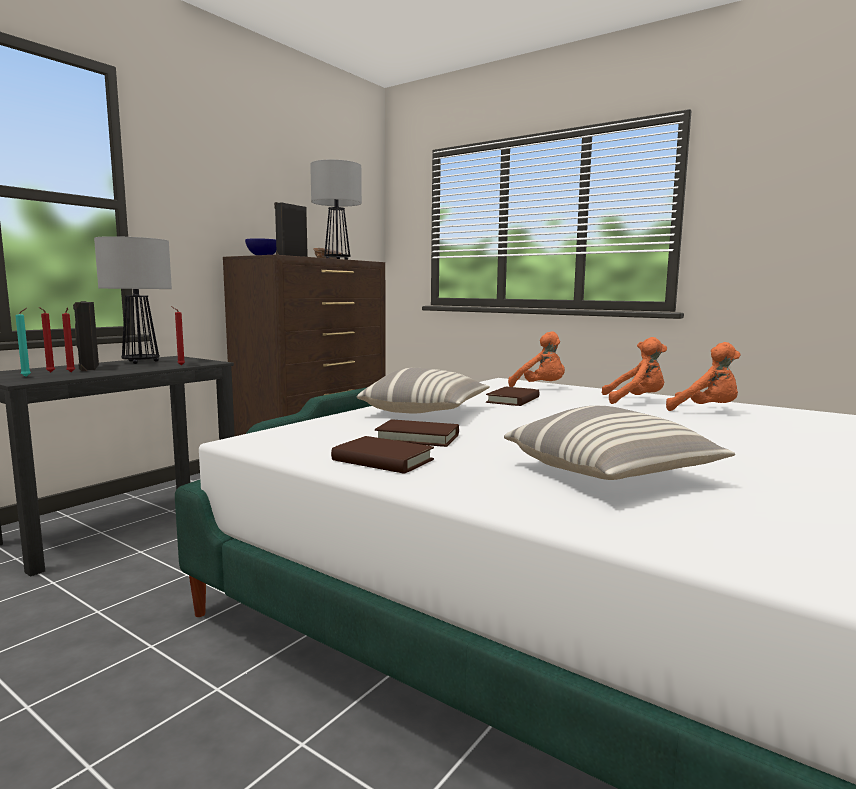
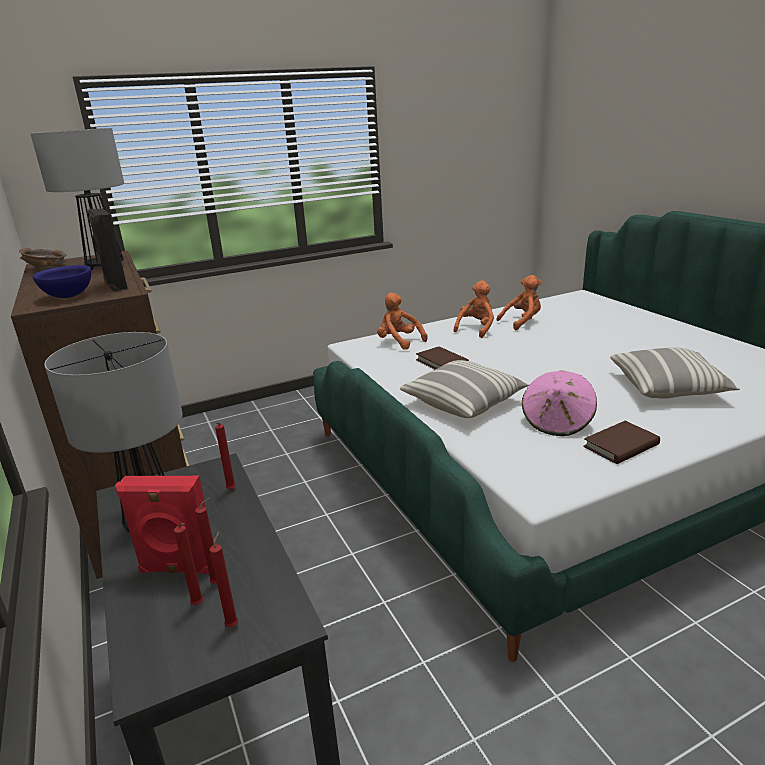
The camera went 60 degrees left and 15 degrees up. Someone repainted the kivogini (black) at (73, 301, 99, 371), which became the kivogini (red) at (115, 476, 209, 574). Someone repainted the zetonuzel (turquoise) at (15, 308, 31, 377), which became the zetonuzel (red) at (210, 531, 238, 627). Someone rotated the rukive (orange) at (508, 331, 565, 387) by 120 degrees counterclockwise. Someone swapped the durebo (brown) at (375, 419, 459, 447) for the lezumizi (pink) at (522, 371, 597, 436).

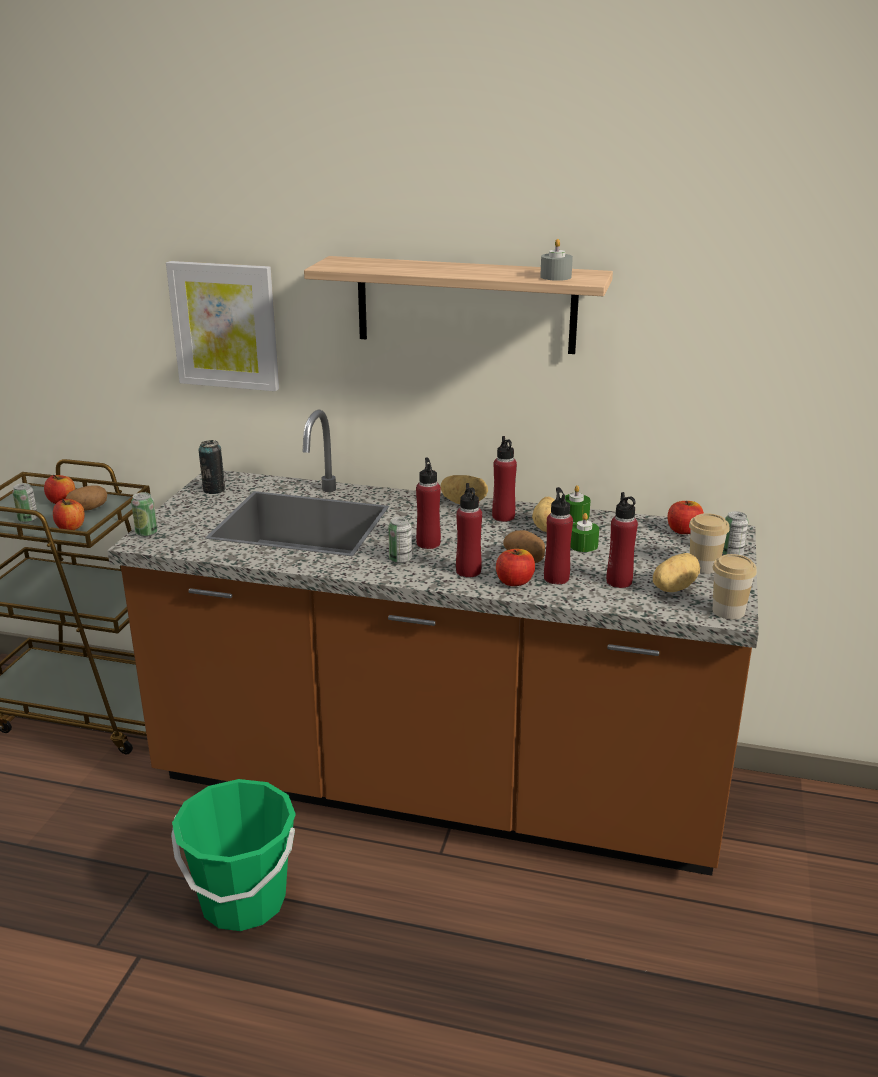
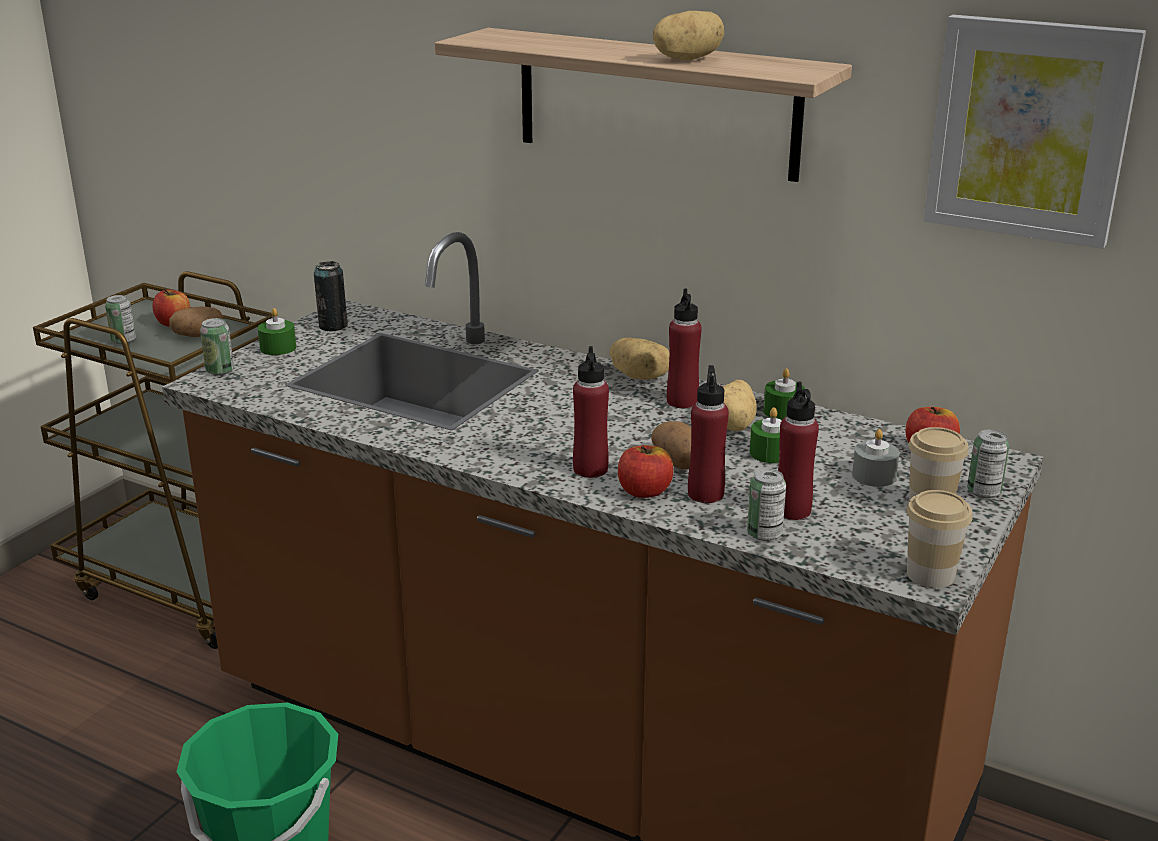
The camera went 15 degrees right and 0 degrees up. Someone put down the zetonuzel (green) at (258, 308, 296, 355). Someone carried the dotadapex from (653, 553, 700, 592) to (653, 11, 724, 61). Someone carried the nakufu from (388, 517, 412, 564) to (747, 469, 786, 541). Someone carried the zetonuzel (grey) from (540, 239, 573, 281) to (852, 429, 899, 487). Someone carried the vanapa from (166, 261, 279, 391) to (923, 15, 1146, 249). Someone took away the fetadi at (53, 499, 85, 530). Someone took away the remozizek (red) at (416, 457, 441, 549).

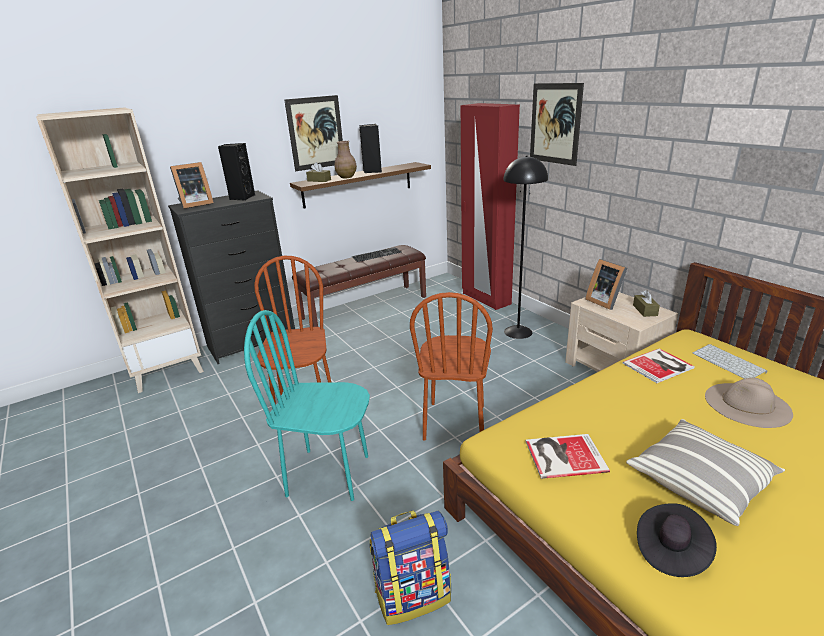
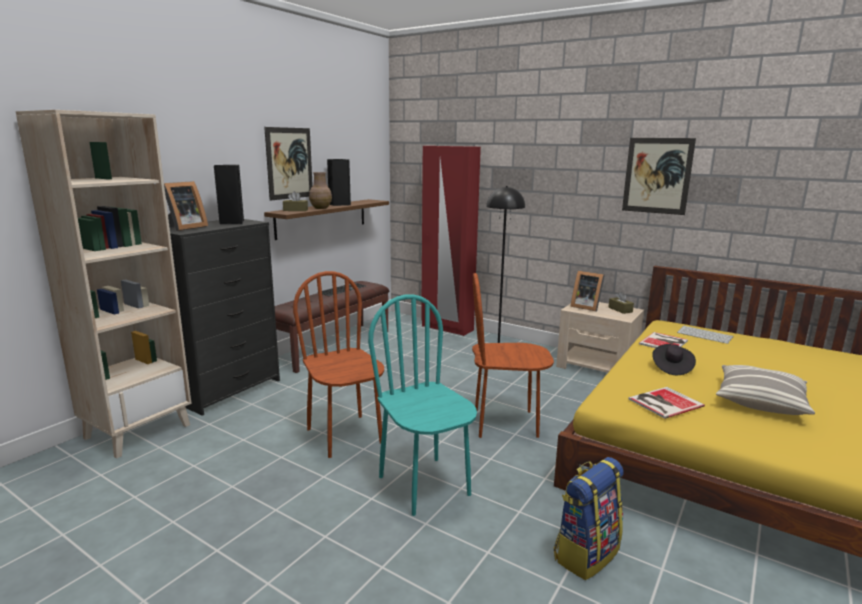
The camera went 25 degrees left and 10 degrees down. Someone rotated the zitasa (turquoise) at (244, 310, 370, 501) by 75 degrees clockwise. Someone rotated the zitasa (brown) at (410, 292, 493, 440) by 105 degrees clockwise. Someone carried the vanapa from (530, 83, 584, 166) to (622, 138, 696, 215). Someone carried the lezumizi (black) from (637, 503, 717, 577) to (652, 344, 696, 375). Someone took away the lezumizi (beige) at (705, 378, 793, 428).

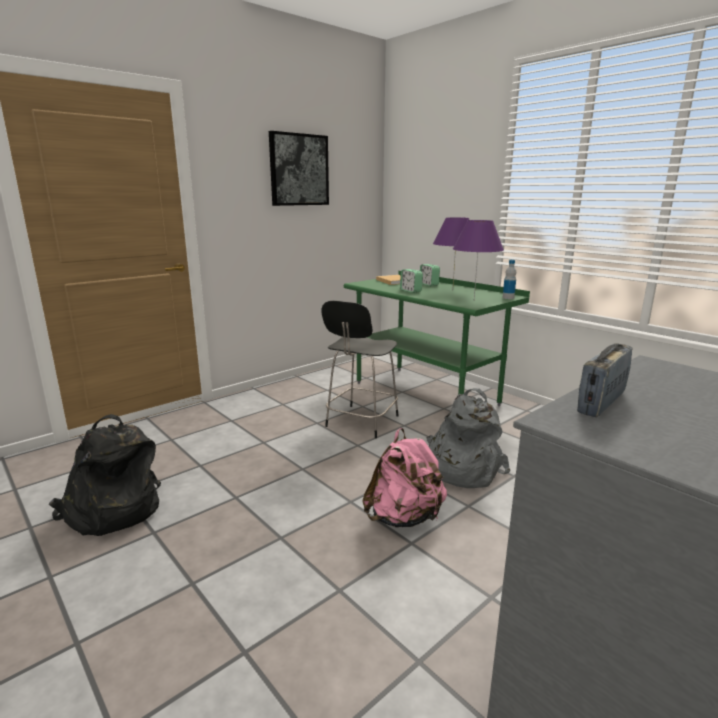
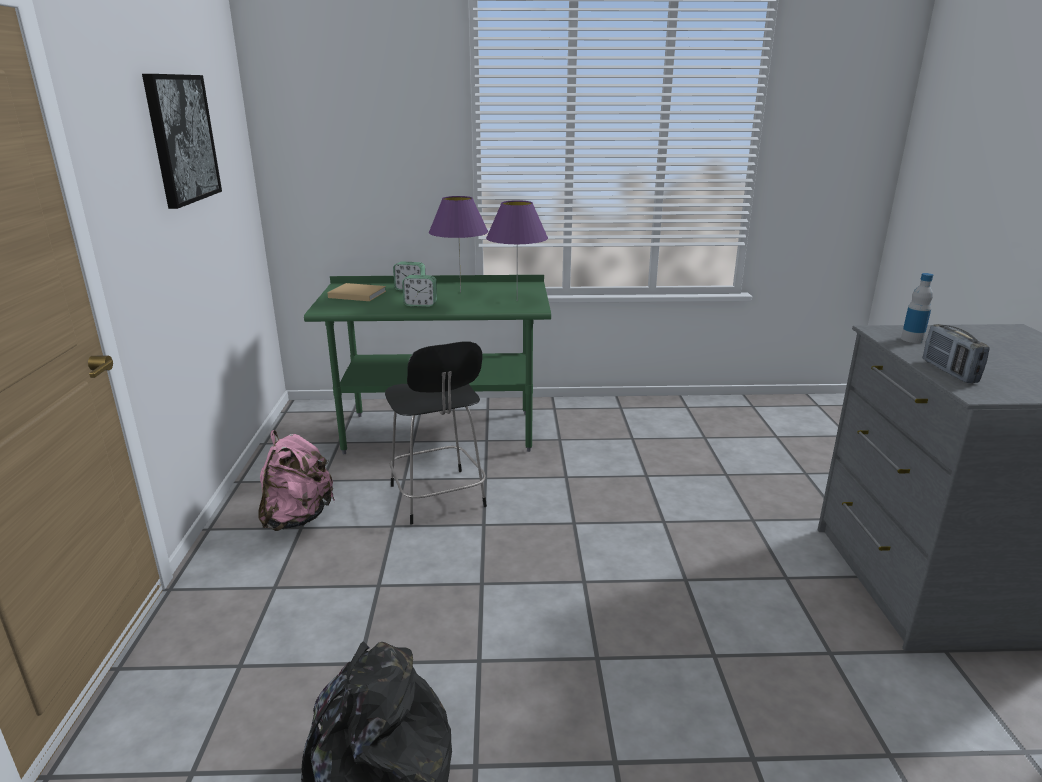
The camera went 50 degrees left and 5 degrees up. Someone carried the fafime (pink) from (362, 428, 447, 528) to (258, 430, 335, 531). Someone carried the remozizek from (503, 260, 516, 299) to (901, 273, 933, 343). Someone took away the fafime (grey) at (426, 388, 510, 488).

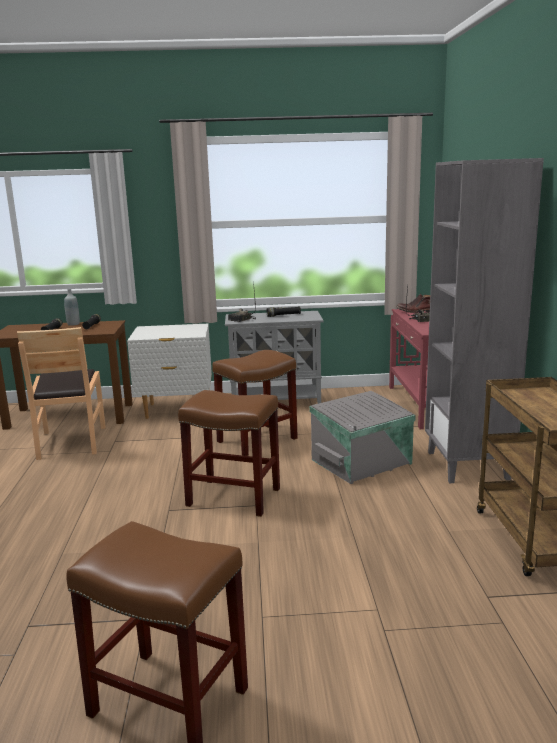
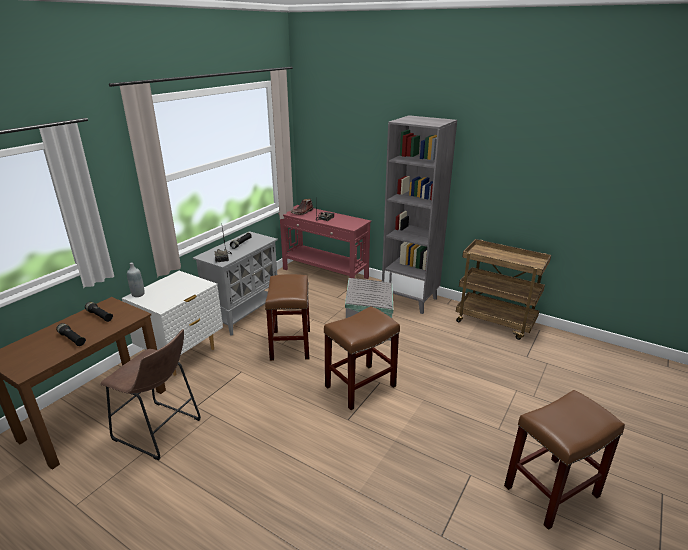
The camera went 55 degrees left and 10 degrees up. Someone swapped the zitasa (brown) at (17, 327, 106, 460) for the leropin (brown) at (100, 329, 201, 461). Someone carried the remozizek (grey) from (64, 289, 80, 326) to (127, 262, 145, 297).

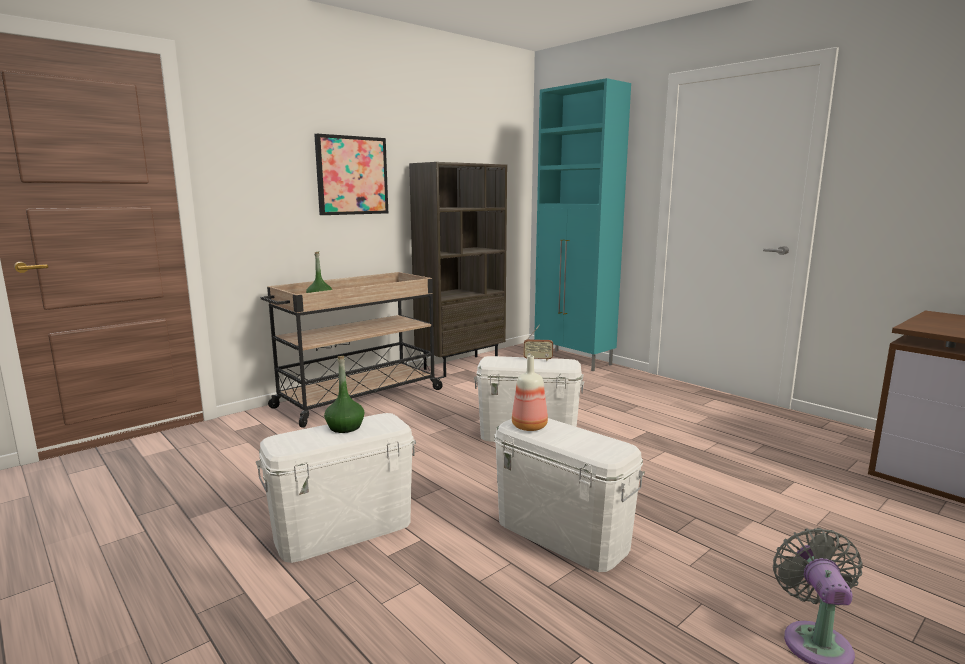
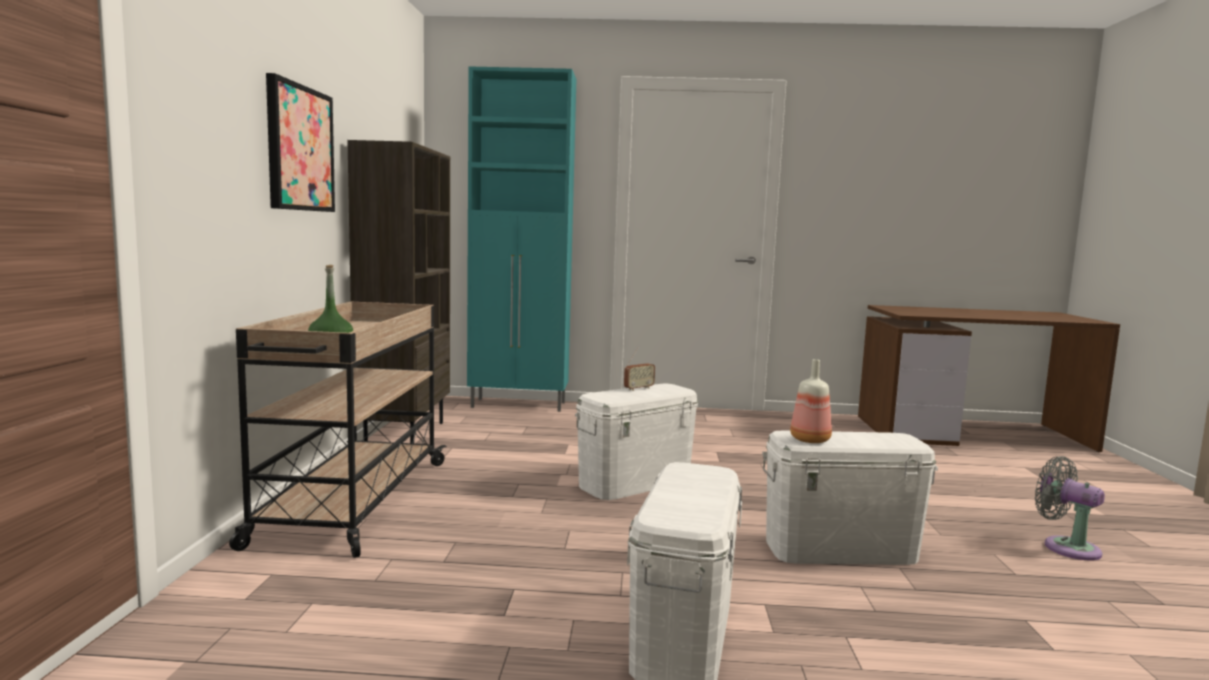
The camera went 45 degrees left and 5 degrees down. Someone took away the remozizek (green) at (324, 356, 364, 433).

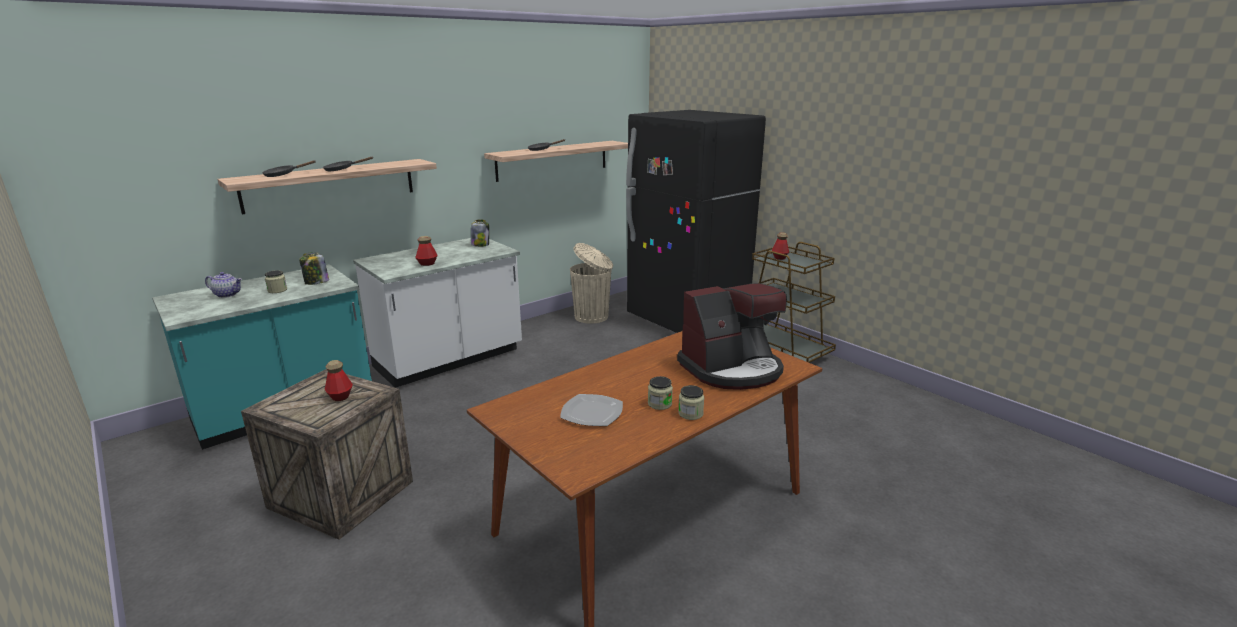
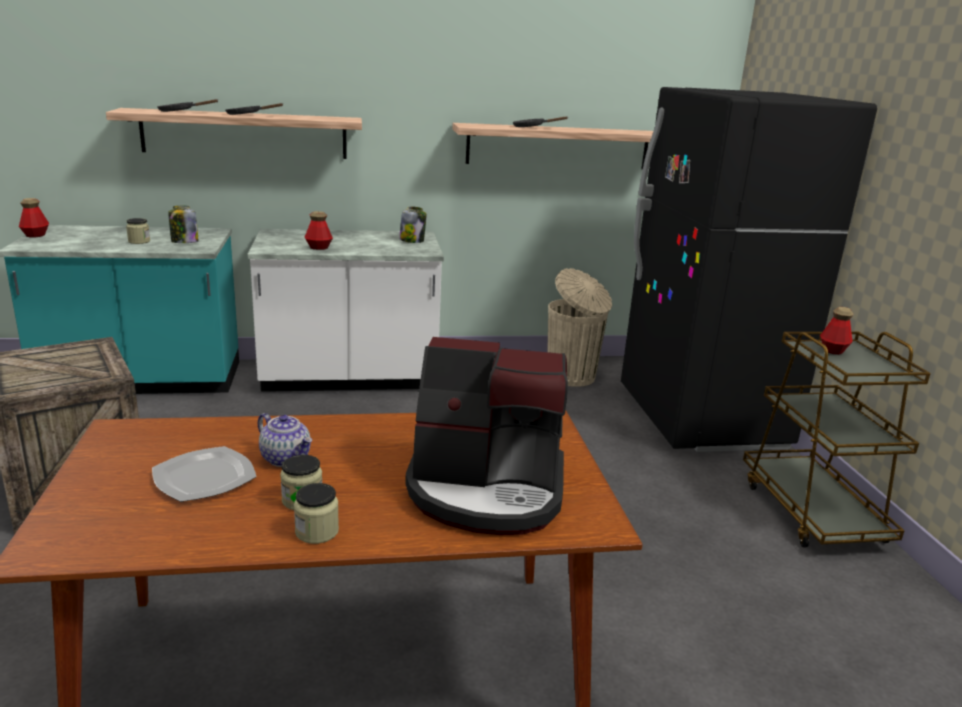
The camera went 30 degrees right and 0 degrees up. Someone carried the remozizek from (325, 360, 353, 401) to (19, 198, 49, 238). Someone carried the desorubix from (205, 272, 242, 298) to (258, 413, 312, 467).

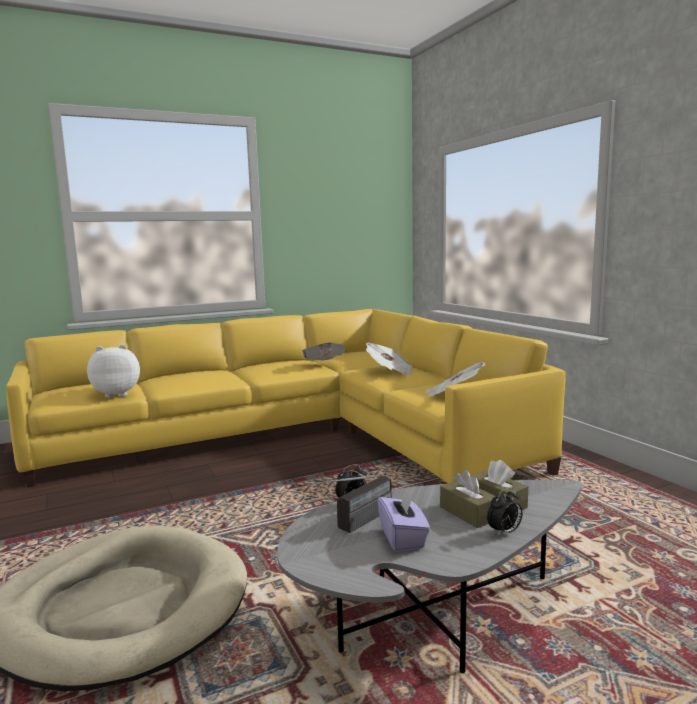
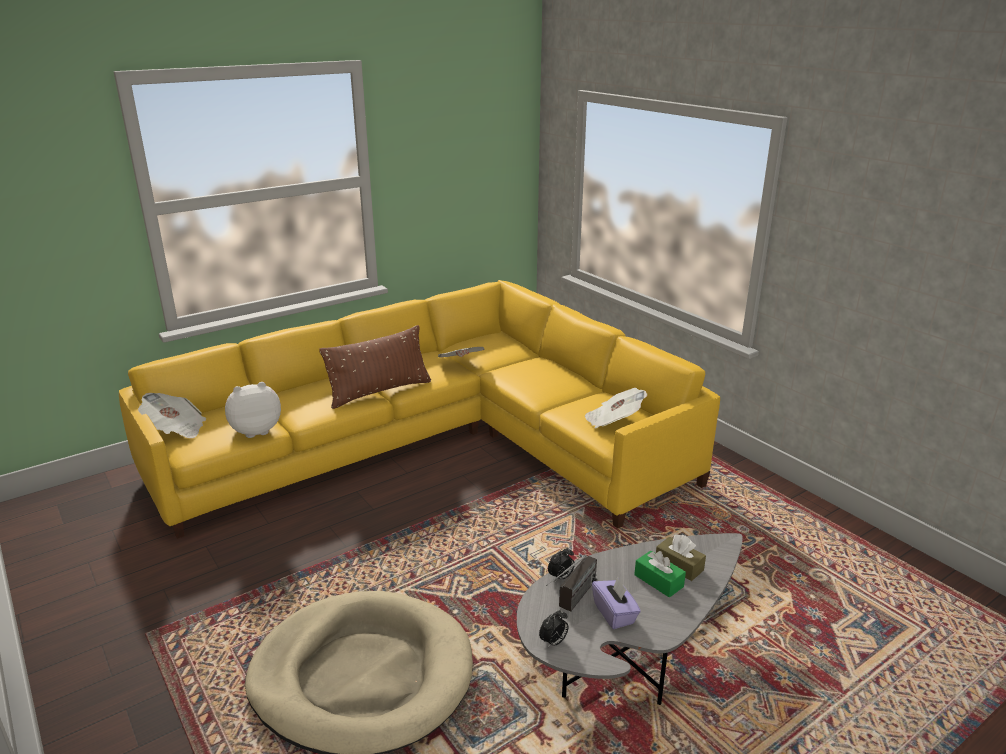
The camera went 10 degrees left and 15 degrees up. Someone carried the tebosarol from (366, 343, 413, 376) to (138, 393, 206, 438). Someone put down the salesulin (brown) at (319, 325, 431, 409). Someone carried the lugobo from (487, 487, 522, 536) to (539, 609, 569, 648). Someone repainted the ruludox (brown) at (440, 470, 496, 528), which became the ruludox (green) at (634, 550, 686, 598).

